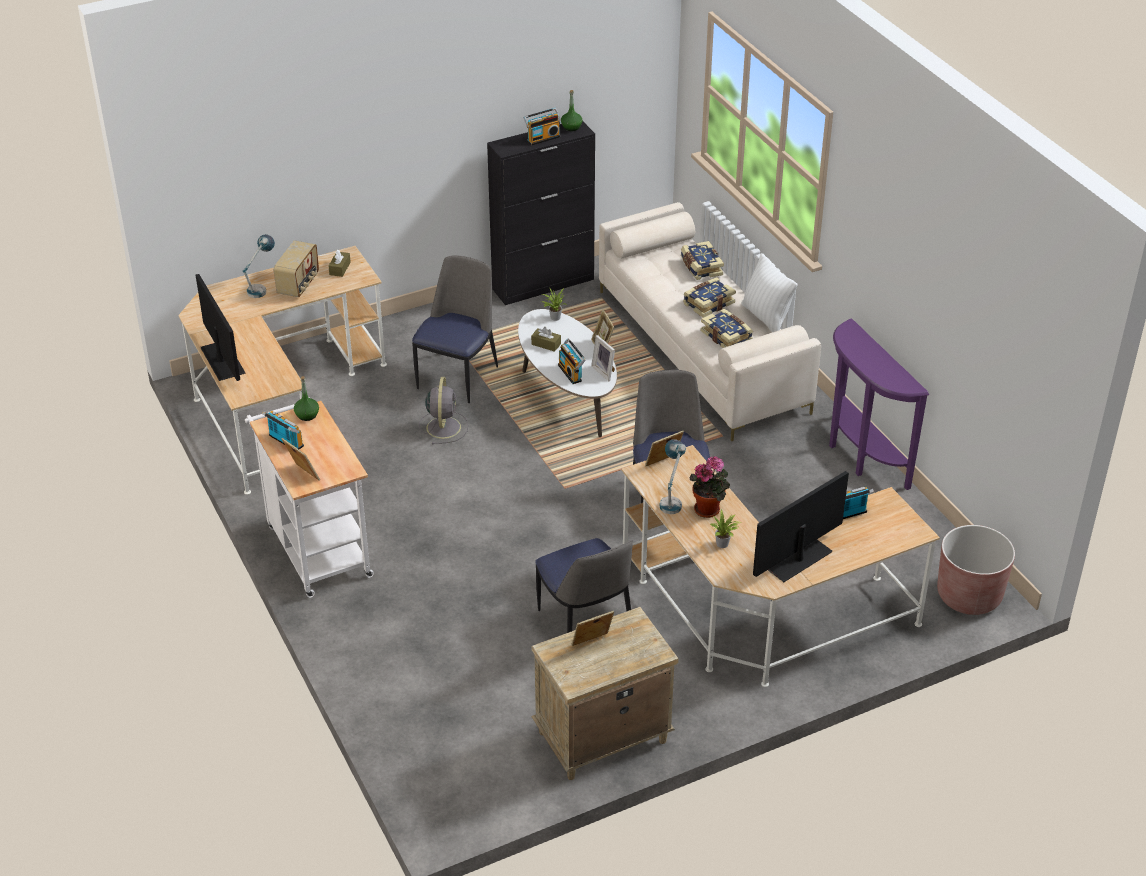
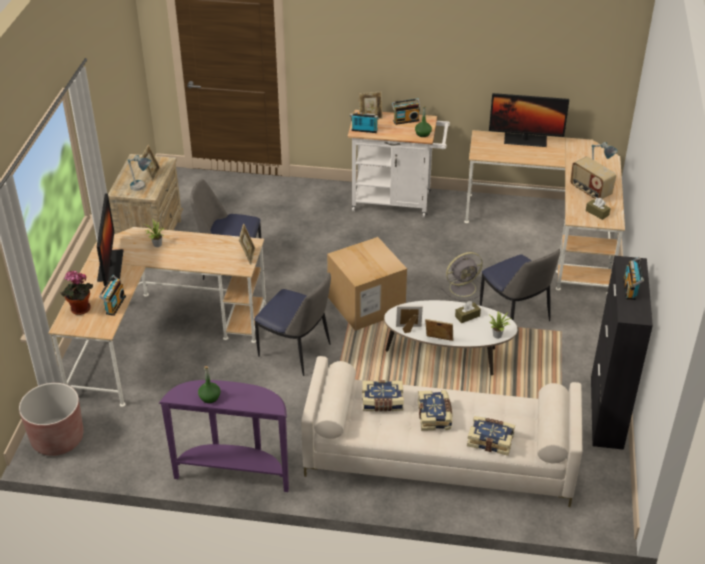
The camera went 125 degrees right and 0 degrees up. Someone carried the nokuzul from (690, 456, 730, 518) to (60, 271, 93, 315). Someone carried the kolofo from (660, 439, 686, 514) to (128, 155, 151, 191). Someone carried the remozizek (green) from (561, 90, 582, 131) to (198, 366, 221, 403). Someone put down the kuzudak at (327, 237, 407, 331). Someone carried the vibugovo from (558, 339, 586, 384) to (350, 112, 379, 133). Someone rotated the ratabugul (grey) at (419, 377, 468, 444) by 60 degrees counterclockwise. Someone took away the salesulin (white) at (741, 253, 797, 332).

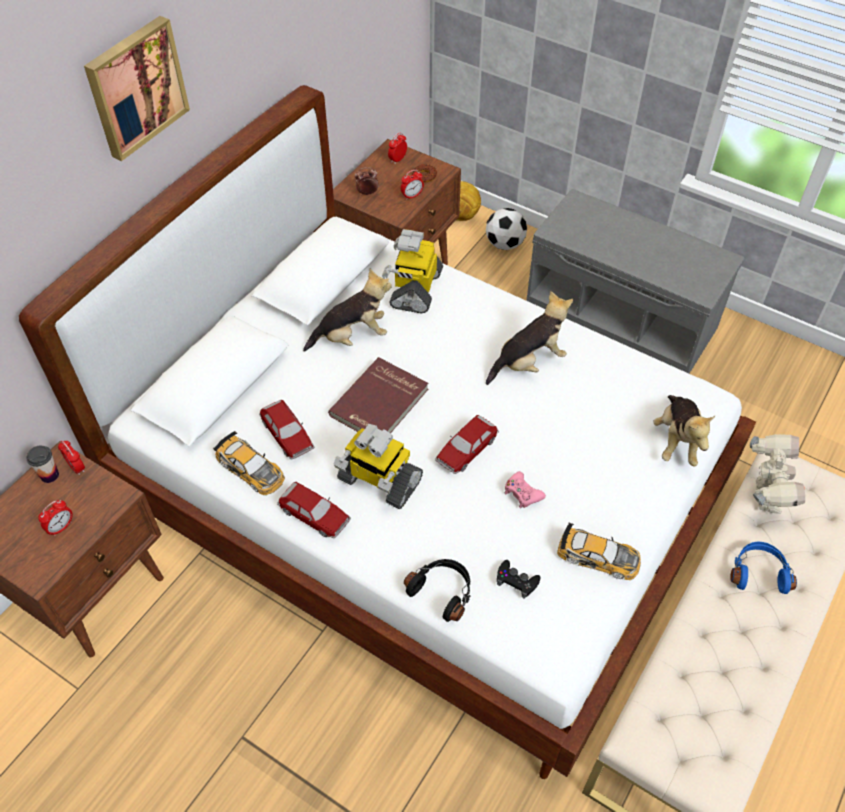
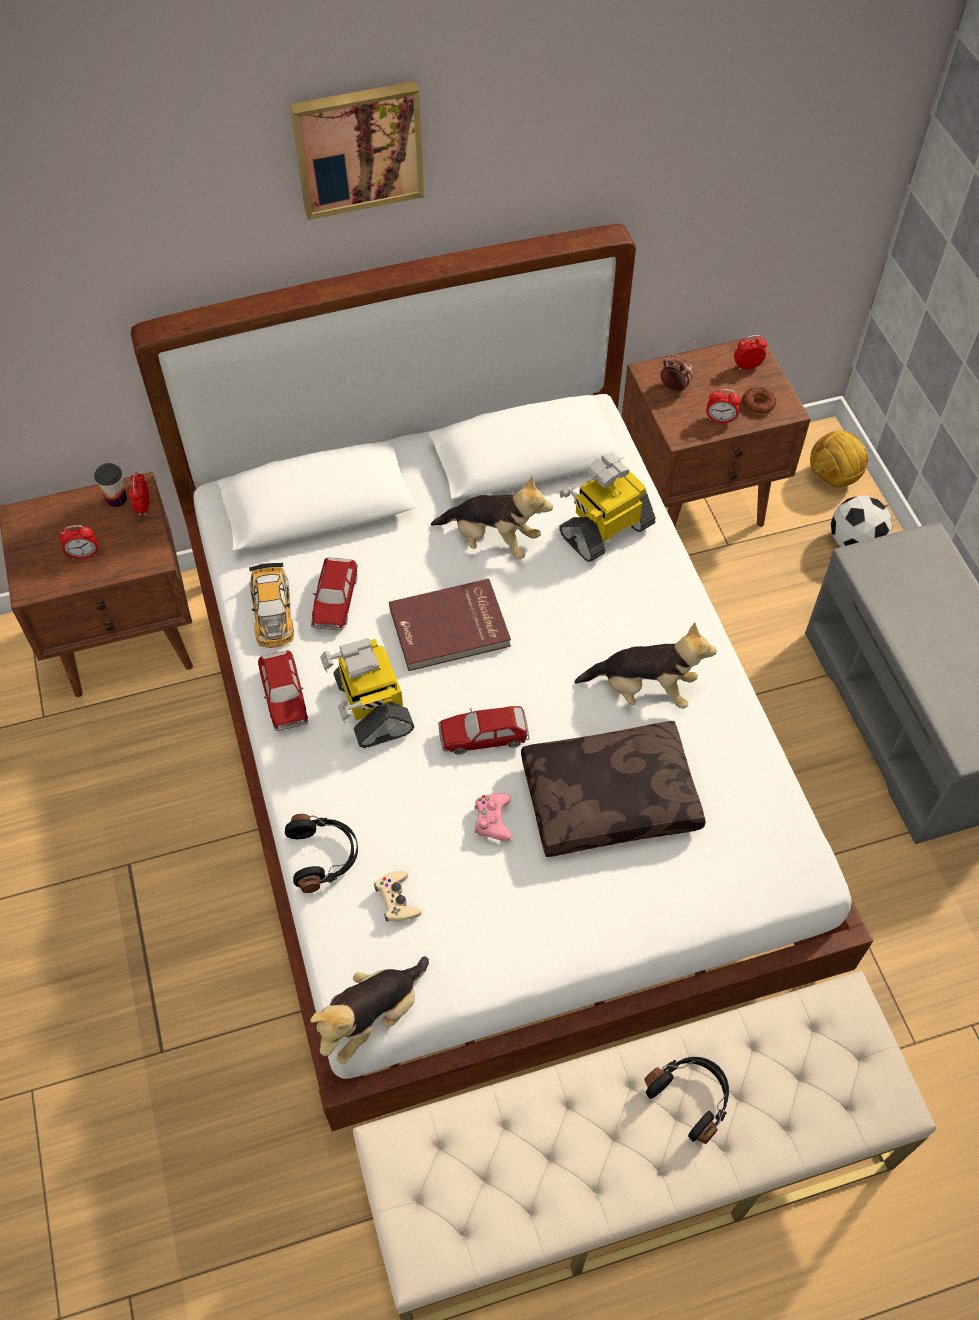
The camera went 40 degrees right and 5 degrees up. Someone carried the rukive from (653, 395, 715, 467) to (310, 956, 429, 1064). Someone repainted the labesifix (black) at (497, 560, 541, 599), which became the labesifix (beige) at (374, 871, 422, 922). Someone put down the salesulin (brown) at (521, 721, 706, 857). Someone repainted the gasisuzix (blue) at (730, 542, 797, 594), which became the gasisuzix (black) at (644, 1057, 729, 1144). Someone took away the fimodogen at (557, 523, 641, 580). Someone took away the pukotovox at (750, 434, 805, 514).

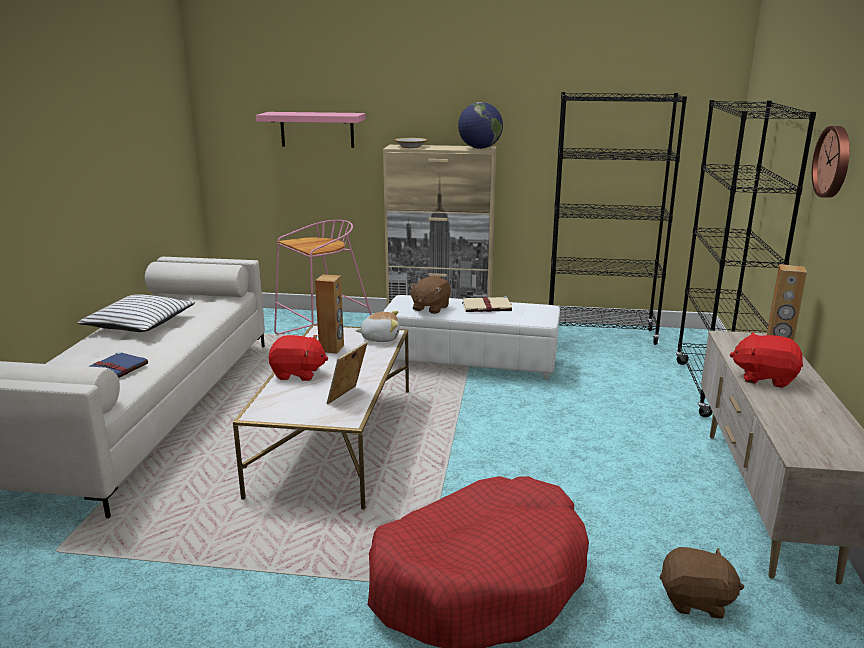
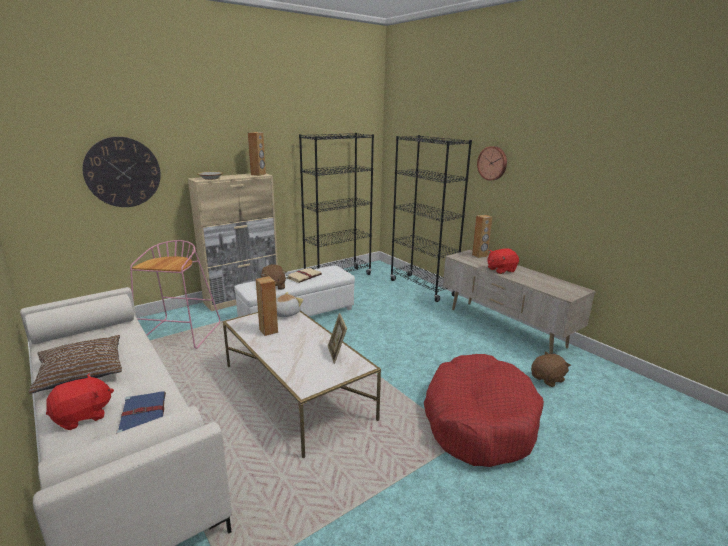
The camera went 45 degrees left and 0 degrees up. Someone repainted the salesulin (white) at (78, 294, 195, 332), which became the salesulin (brown) at (29, 335, 122, 394). Someone carried the rukive (red) from (269, 335, 328, 381) to (46, 373, 114, 430). Someone swapped the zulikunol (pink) at (256, 112, 366, 148) for the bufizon at (83, 137, 161, 207). Someone swapped the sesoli at (458, 102, 503, 149) for the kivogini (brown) at (248, 132, 266, 176).

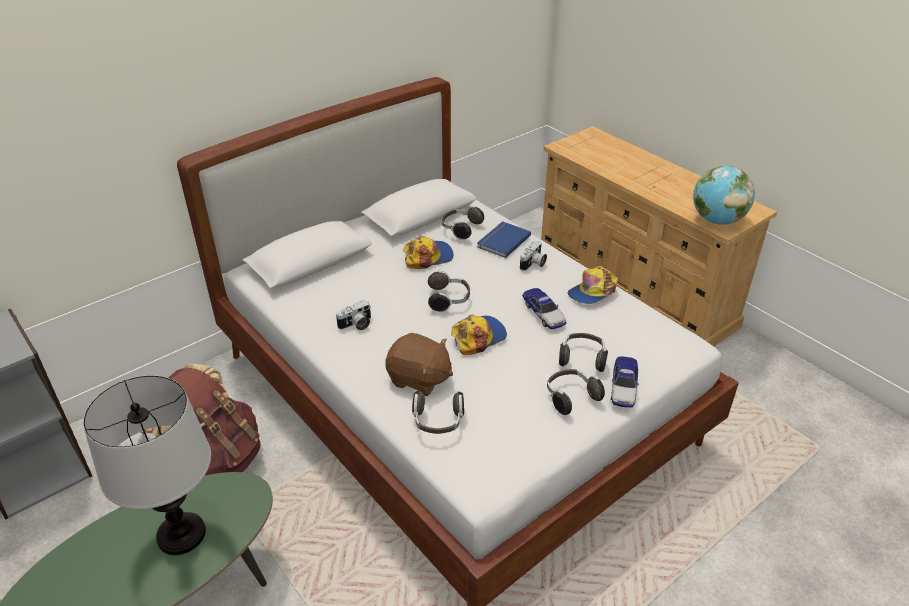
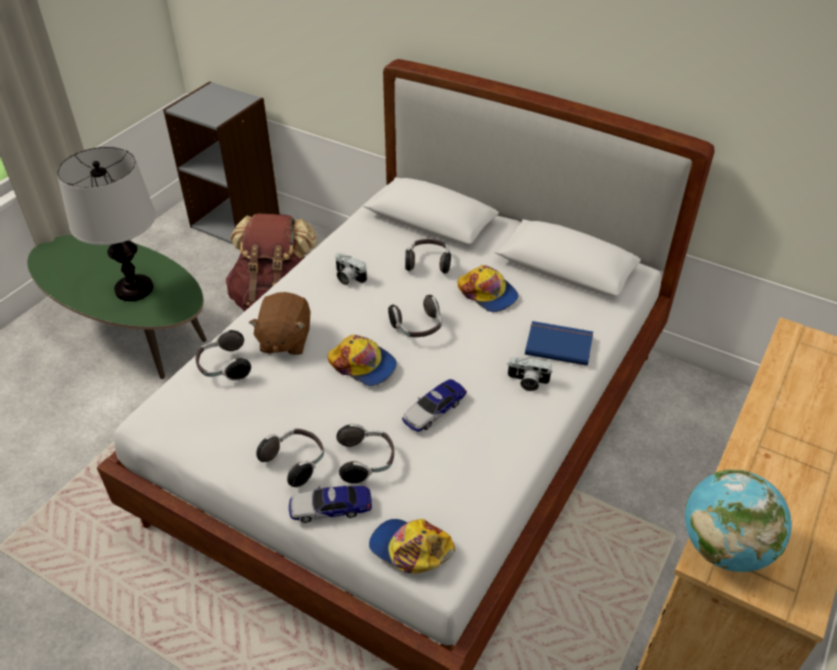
The camera went 70 degrees right and 5 degrees up. Someone carried the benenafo from (568, 266, 618, 304) to (369, 519, 455, 574). Someone carried the gasisuzix from (442, 206, 484, 240) to (405, 239, 451, 274).

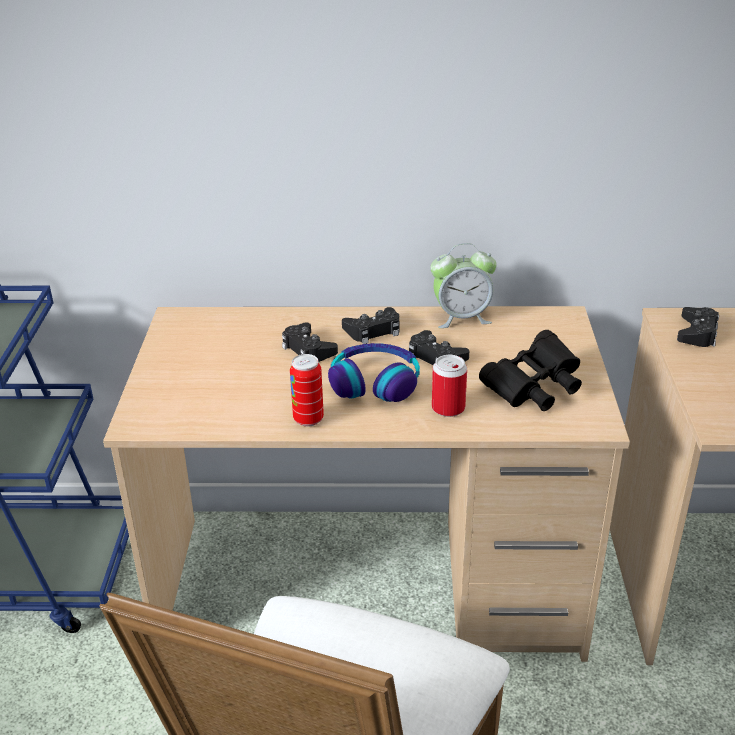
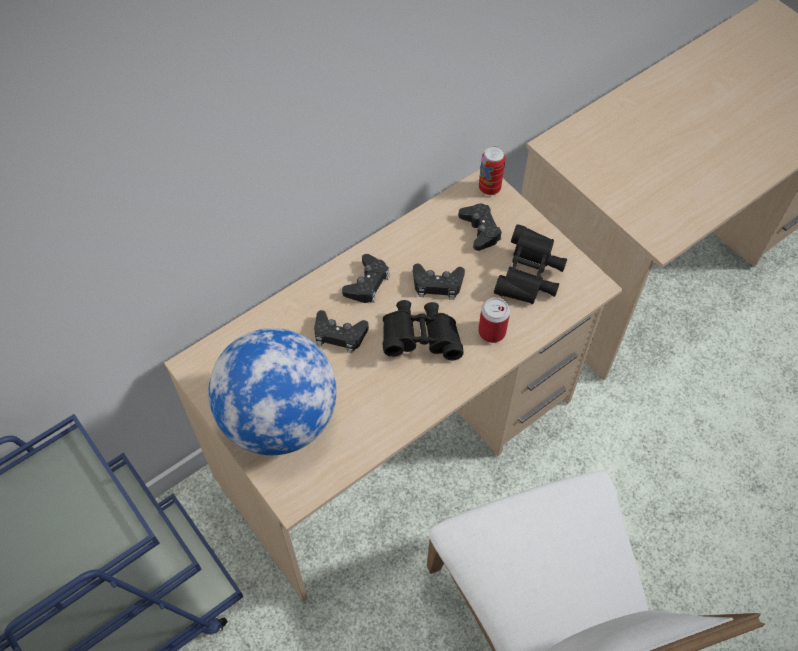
The camera went 40 degrees left and 25 degrees up. Someone put down the sesoli at (208, 328, 337, 455). Someone swapped the gasisuzix at (328, 343, 420, 402) for the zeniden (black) at (382, 300, 464, 360). Someone carried the labesifix (black) from (677, 307, 719, 347) to (458, 204, 502, 251). Someone carried the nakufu from (290, 354, 324, 427) to (479, 146, 505, 195). Someone took away the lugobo at (431, 243, 497, 328).

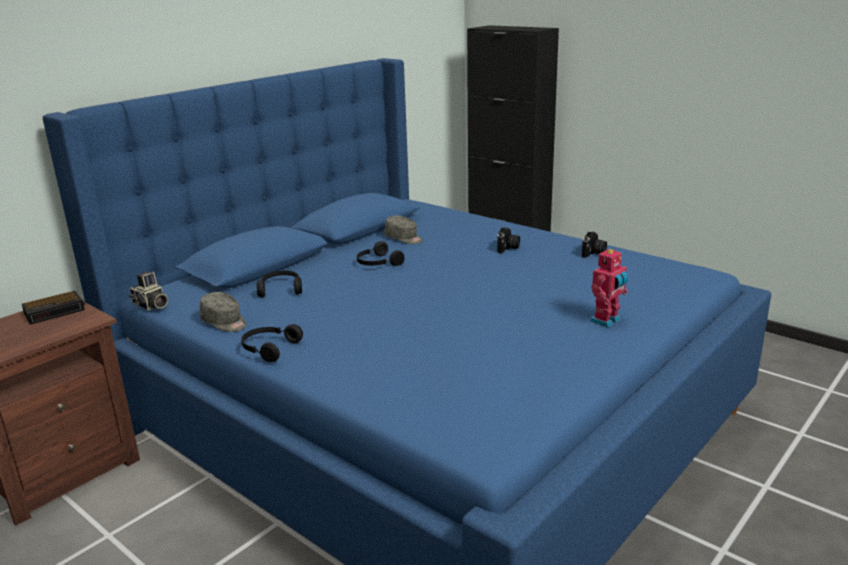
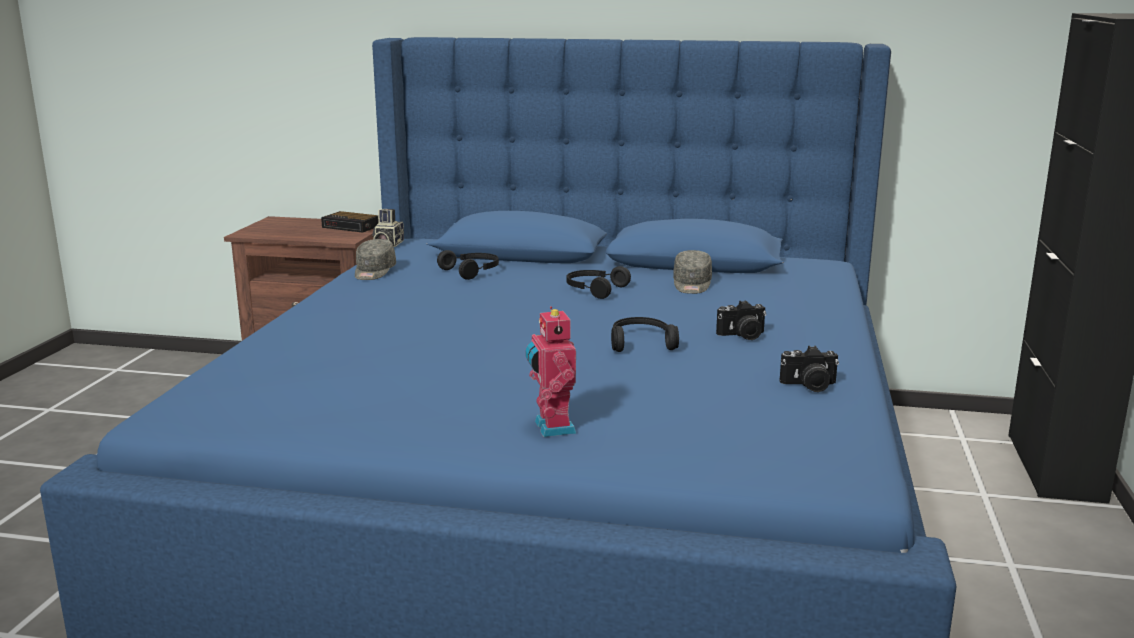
The camera went 60 degrees right and 5 degrees down. Someone rotated the pukotovox at (590, 248, 628, 328) by 60 degrees clockwise. Someone carried the gasisuzix (black) from (241, 324, 303, 362) to (611, 317, 679, 352).

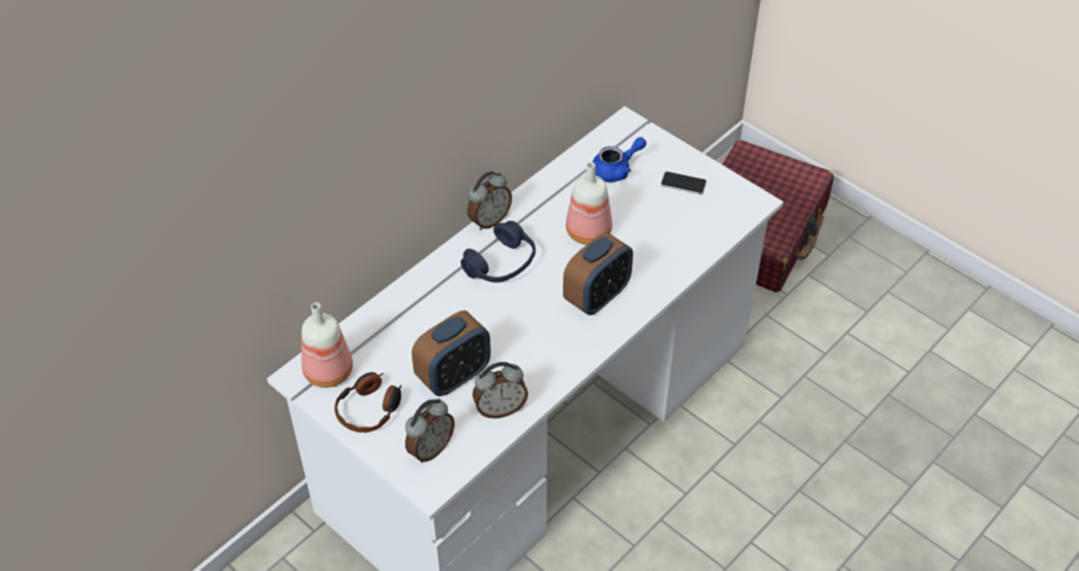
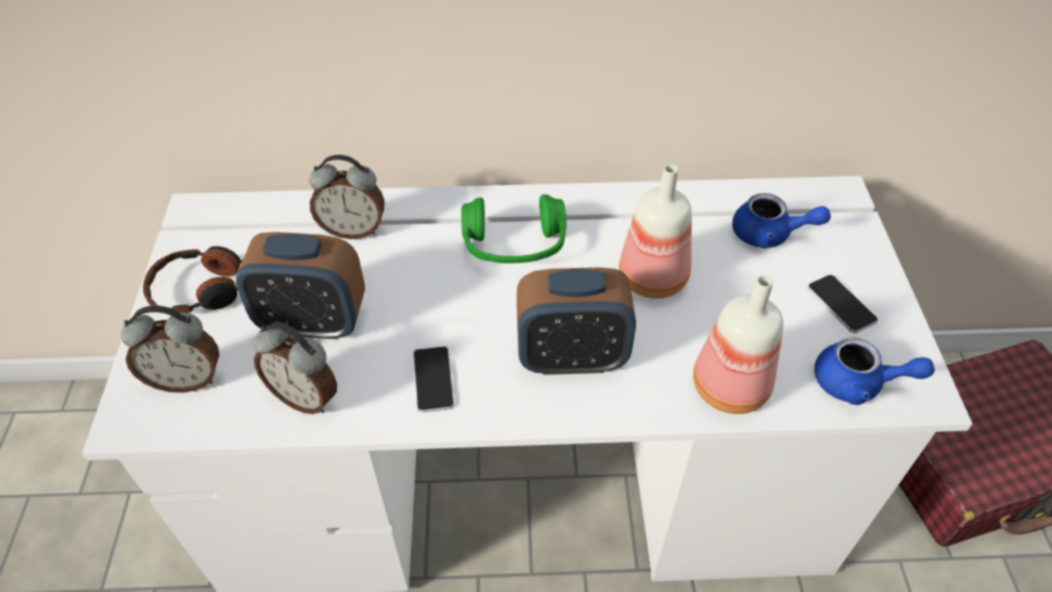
The camera went 45 degrees right and 0 degrees up. Someone carried the lugobo from (467, 171, 512, 230) to (309, 155, 385, 239). Someone put down the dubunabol at (413, 346, 454, 413). Someone repainted the gasisuzix (blue) at (461, 221, 536, 283), which became the gasisuzix (green) at (461, 194, 566, 263). Someone carried the remozizek from (301, 302, 353, 388) to (693, 275, 783, 414). Someone put down the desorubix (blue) at (814, 337, 935, 405).

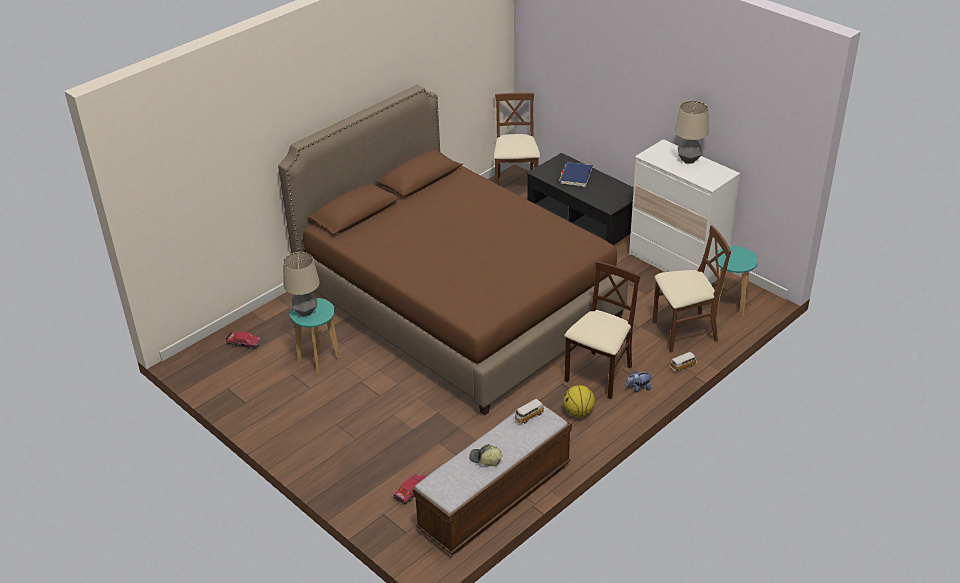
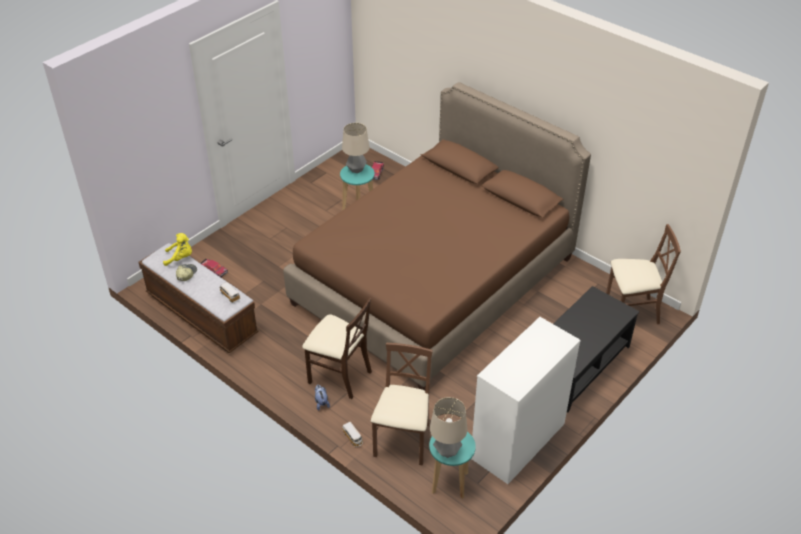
The camera went 85 degrees right and 5 degrees up. Someone put down the rukive (yellow) at (163, 233, 192, 266). Someone rotated the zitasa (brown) at (652, 225, 731, 352) by 150 degrees counterclockwise. Someone carried the kolofo from (675, 101, 709, 164) to (430, 397, 467, 458). Someone took away the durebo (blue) at (559, 162, 593, 187). Someone took away the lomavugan at (563, 385, 595, 417).

